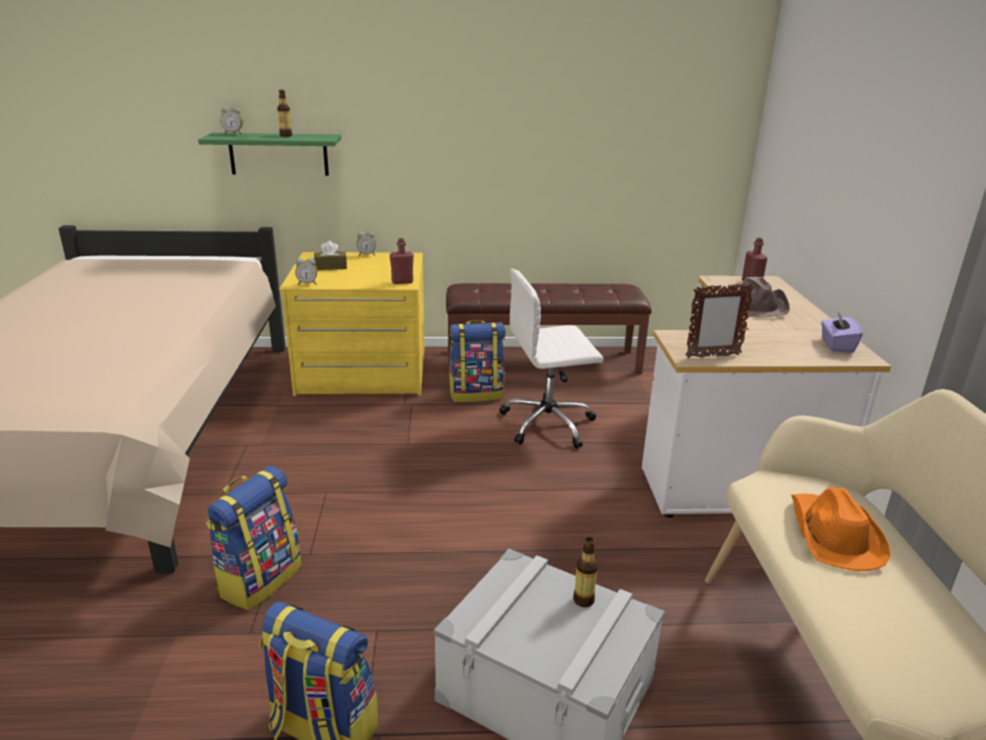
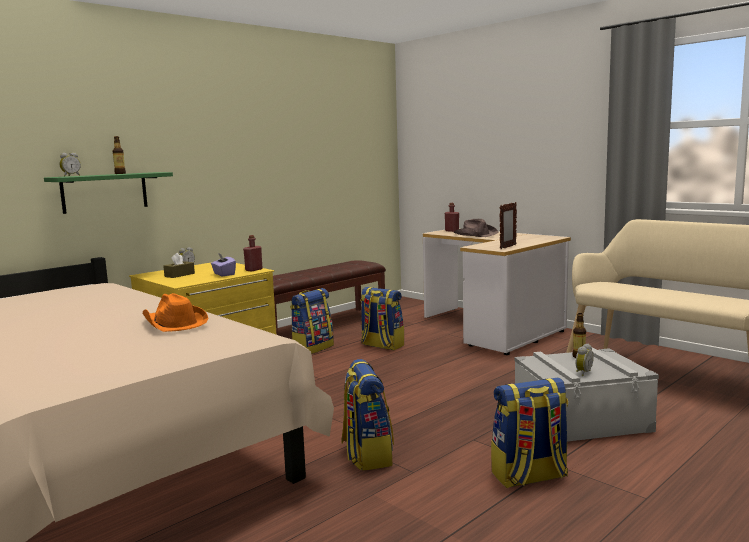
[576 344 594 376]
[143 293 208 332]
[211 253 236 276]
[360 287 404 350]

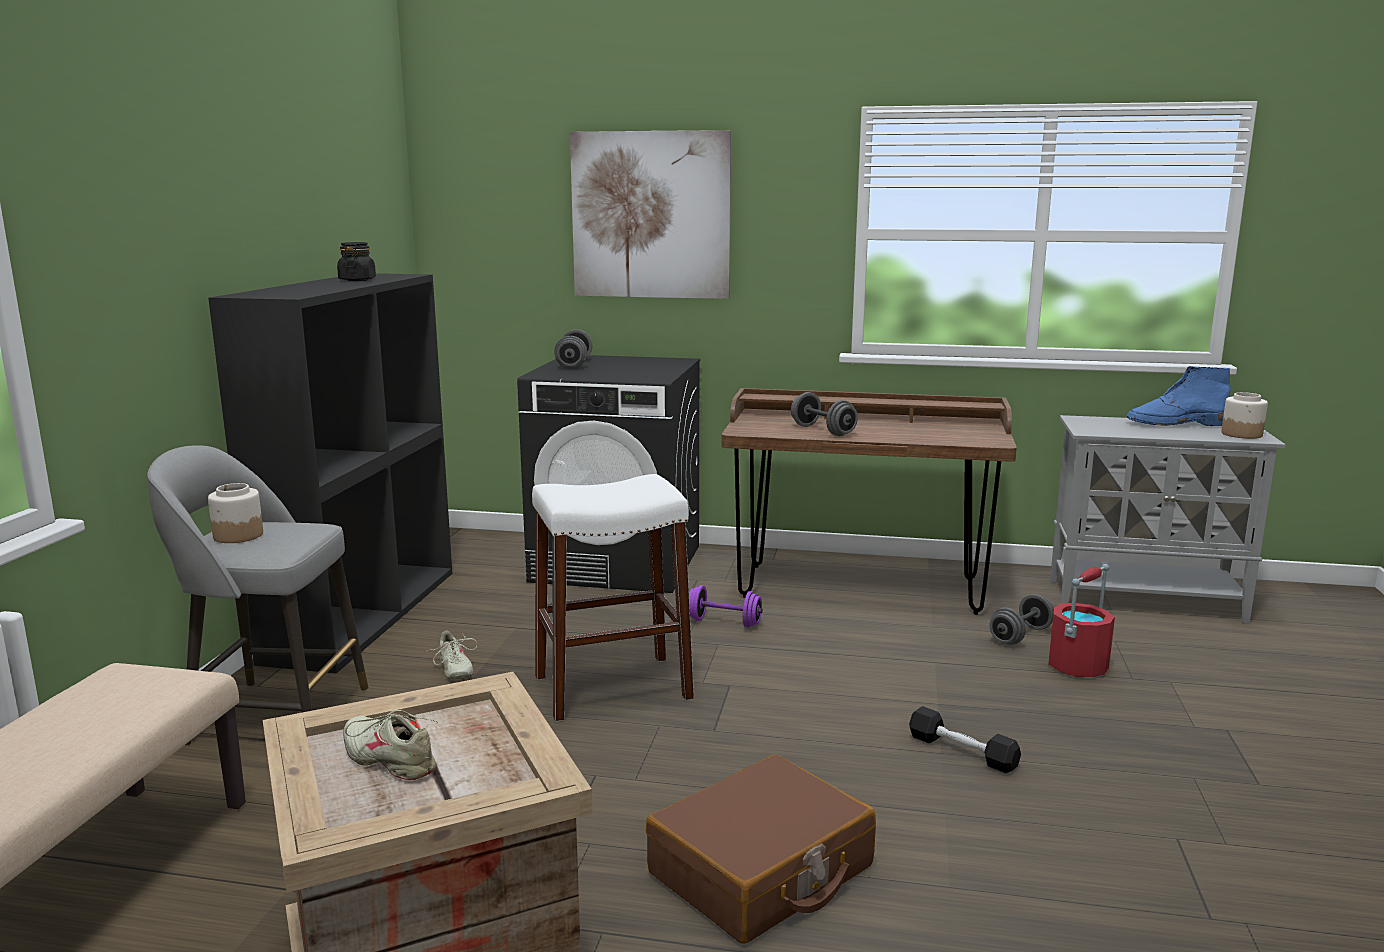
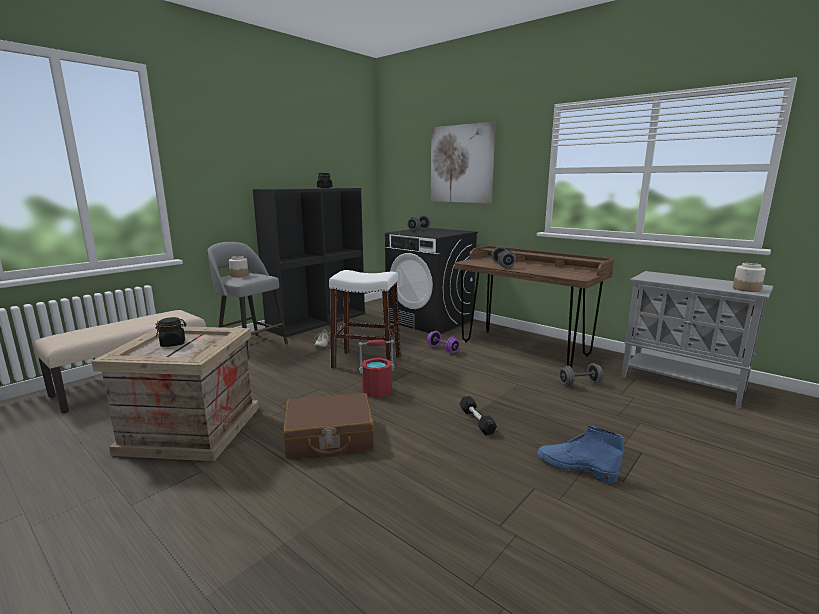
[358 340 395 397]
[537 426 624 483]
[155 317 187 347]

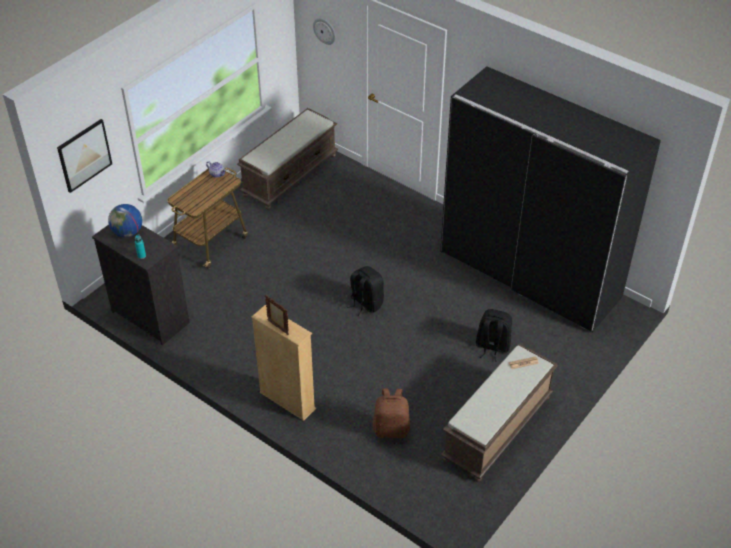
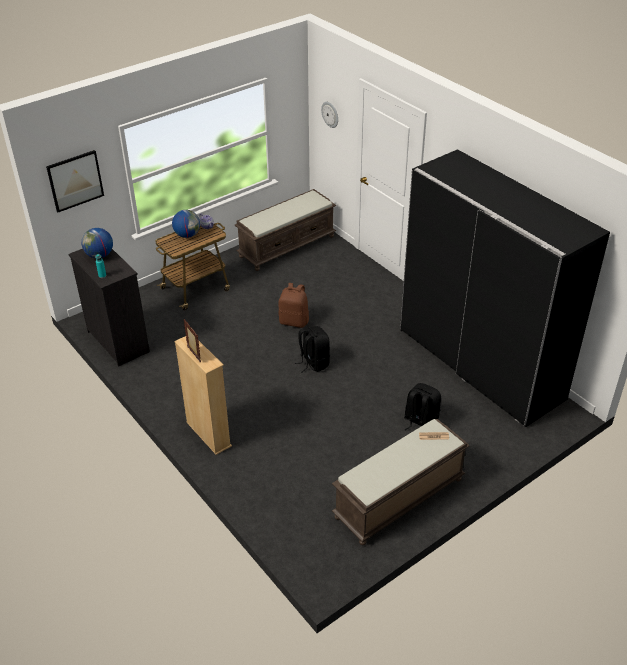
[172 210 200 238]
[278 283 309 328]

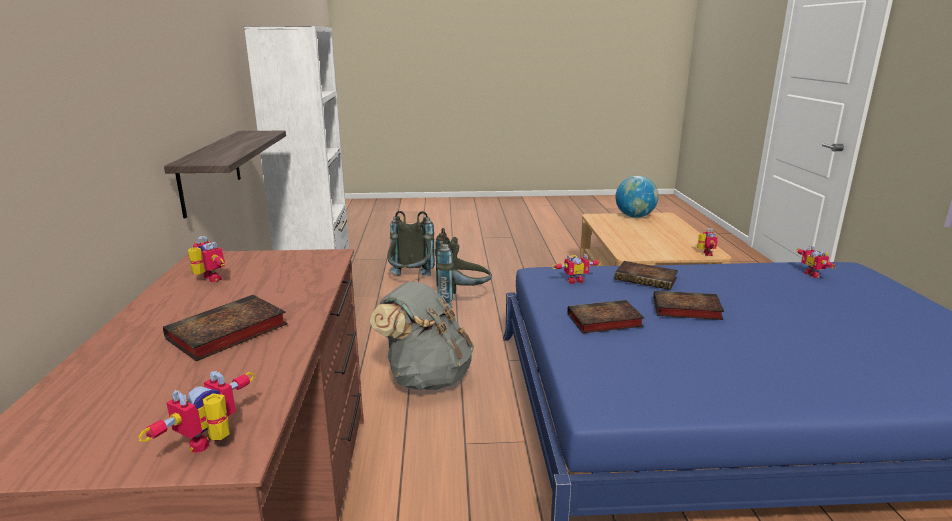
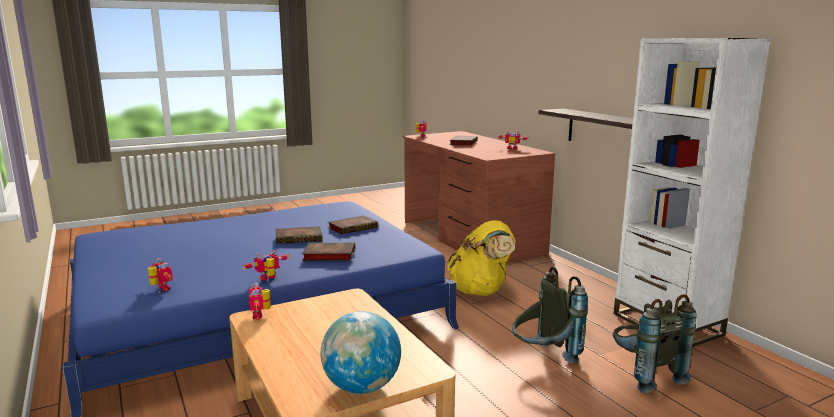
[242 250 290 281]
[448 220 516 296]

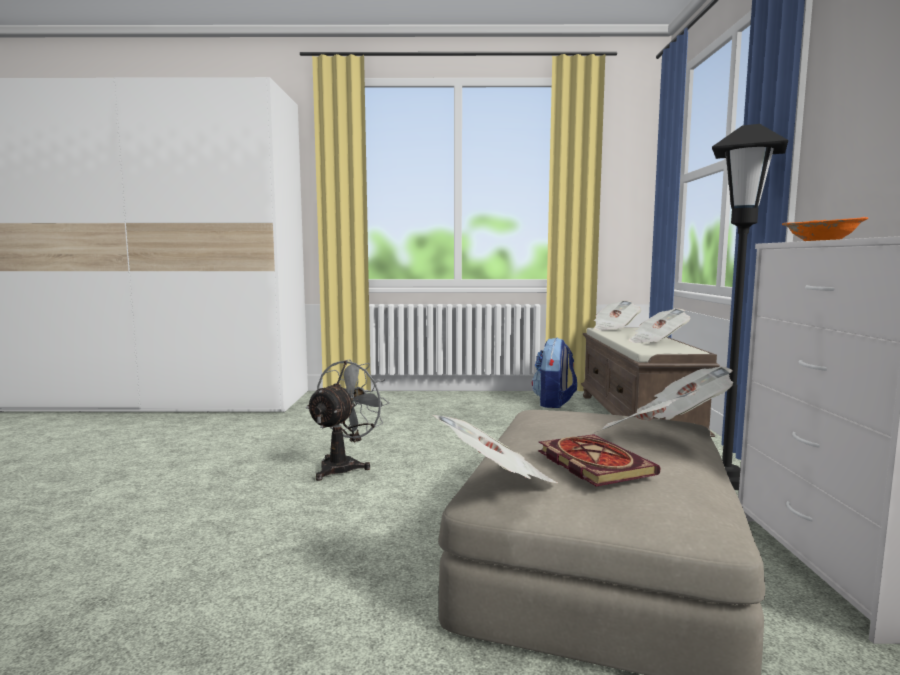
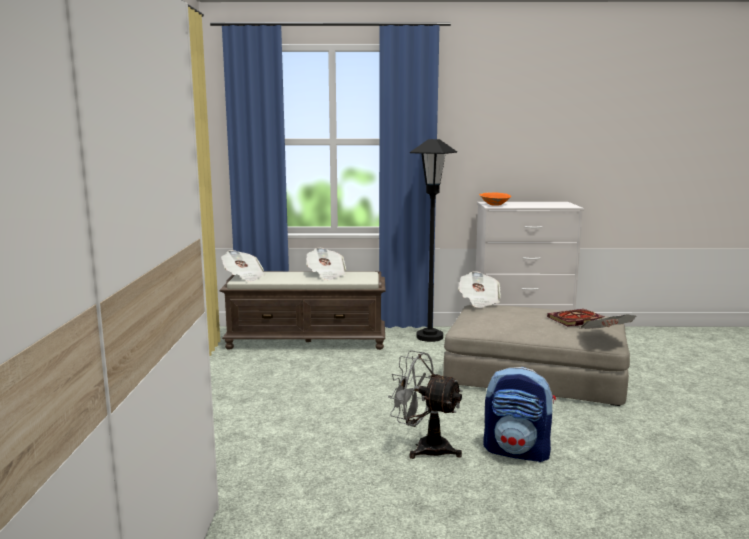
[594 390 699 433] (first image)
[483 367 556 462]

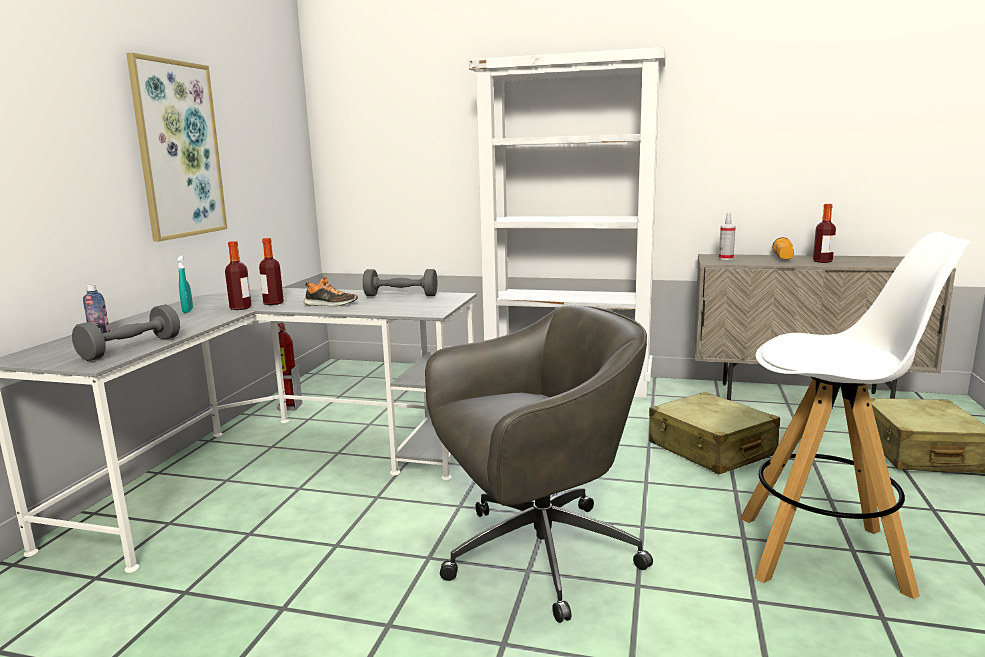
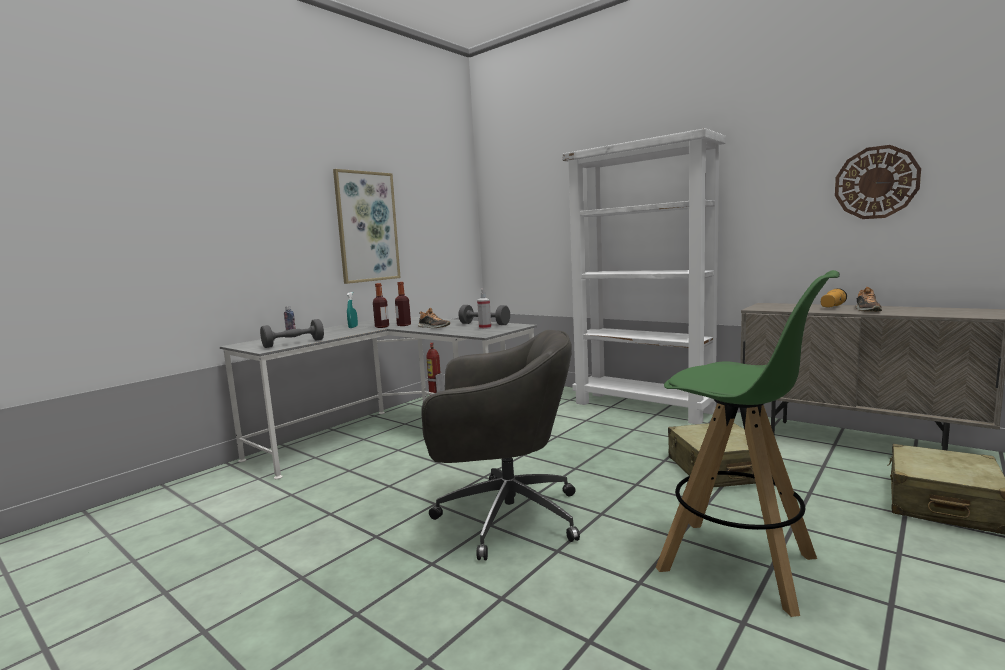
[835 145 921 219]
[477 289 491 329]
[855 287 882 312]
[656 270 840 617]

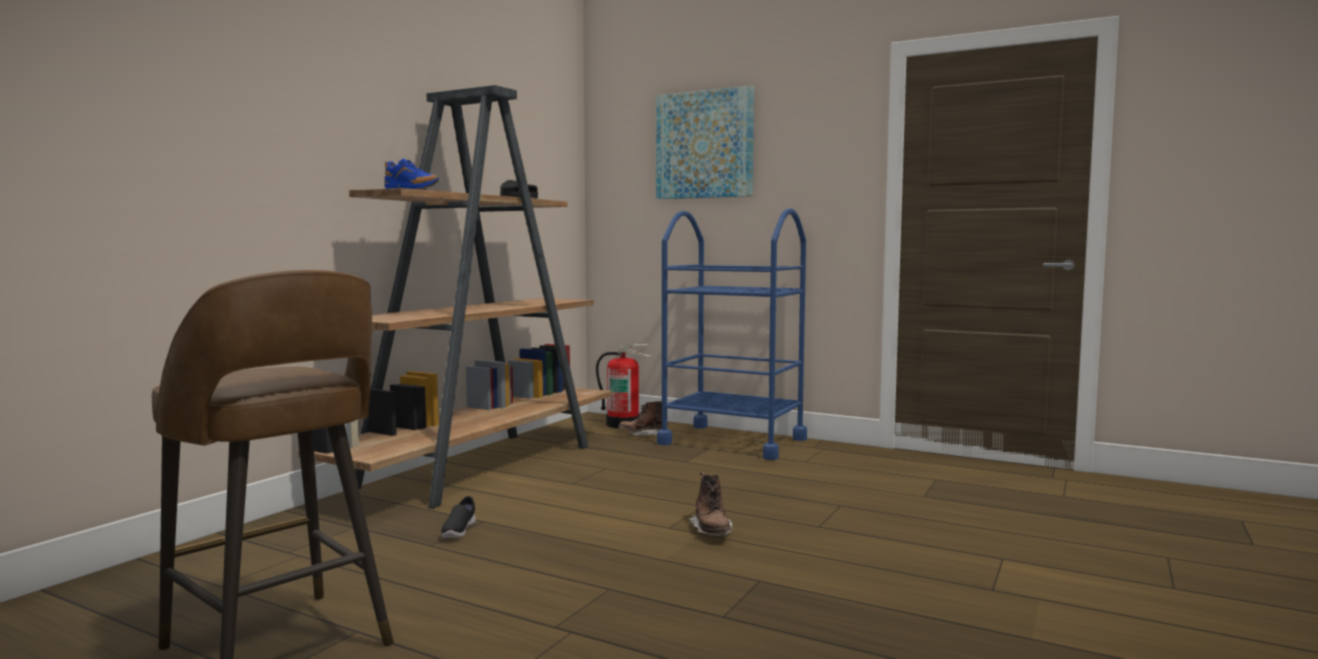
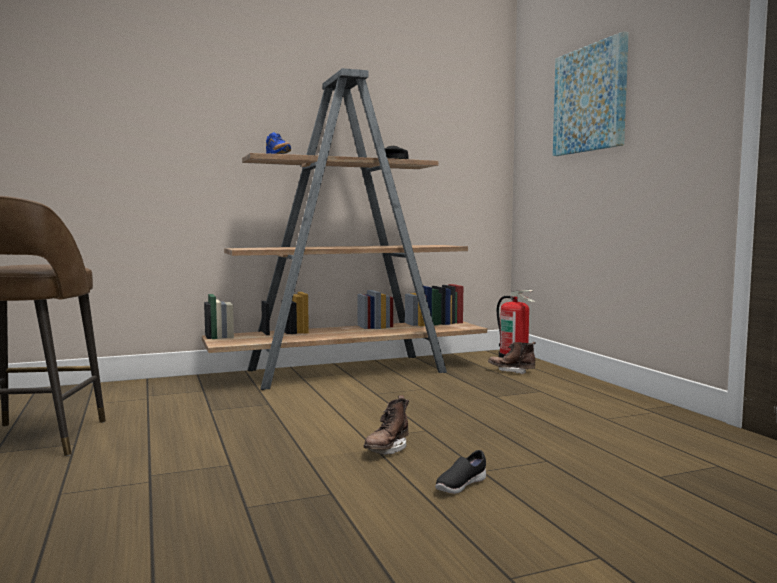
[657 208 807 460] (first image)
[435 450 486 494]

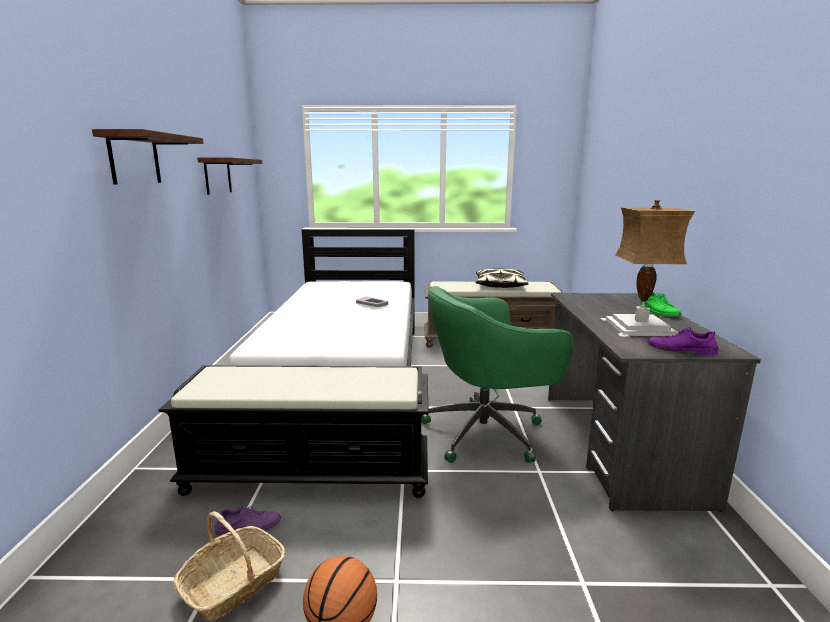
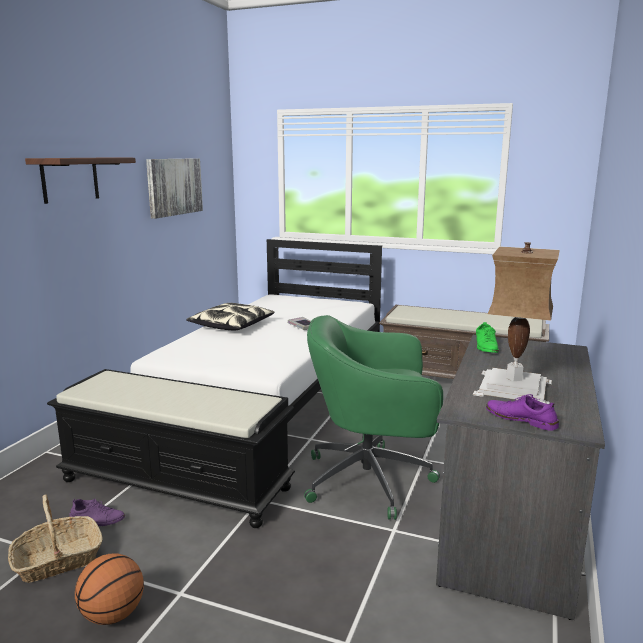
[186 303 275 330]
[476 322 499 353]
[146 158 203 219]

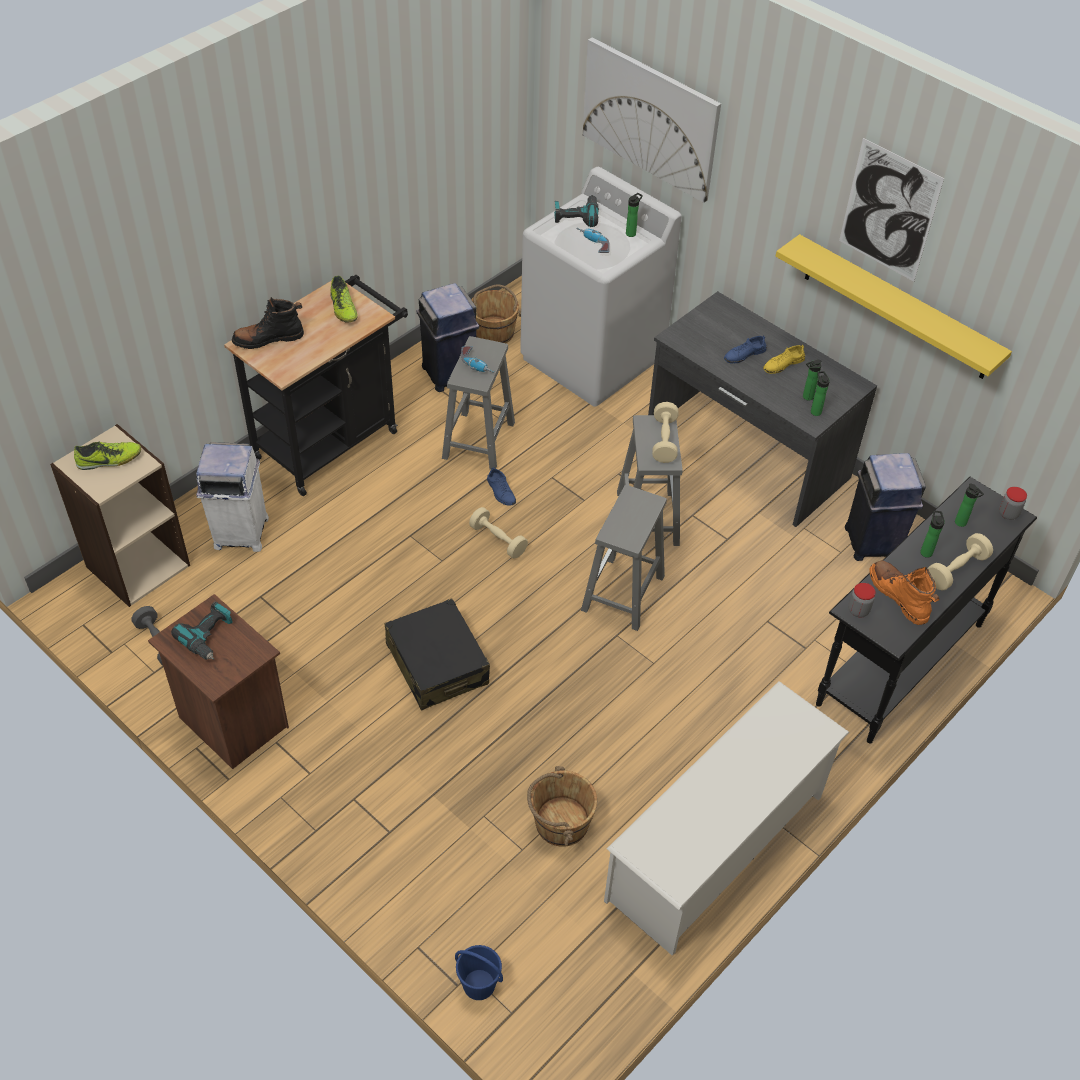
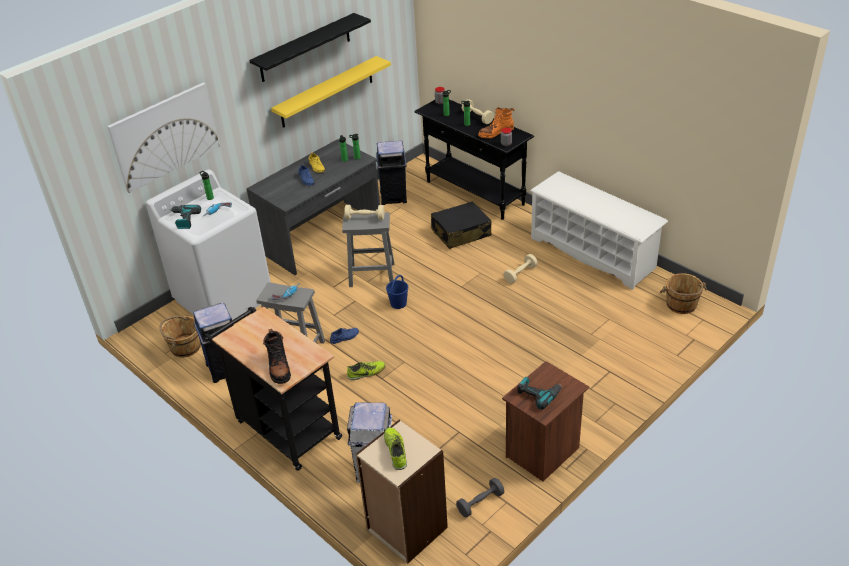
[581 485 667 631] (first image)
[347 361 385 380]
[431 201 491 249]
[386 275 408 309]
[503 254 538 284]
[660 273 707 314]
[250 13 371 82]

